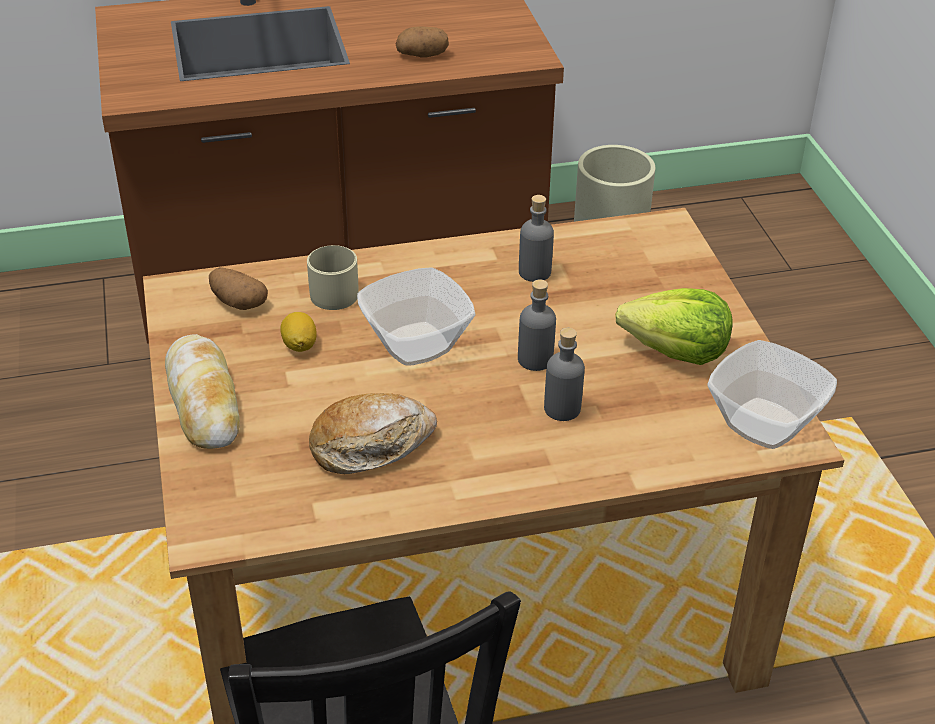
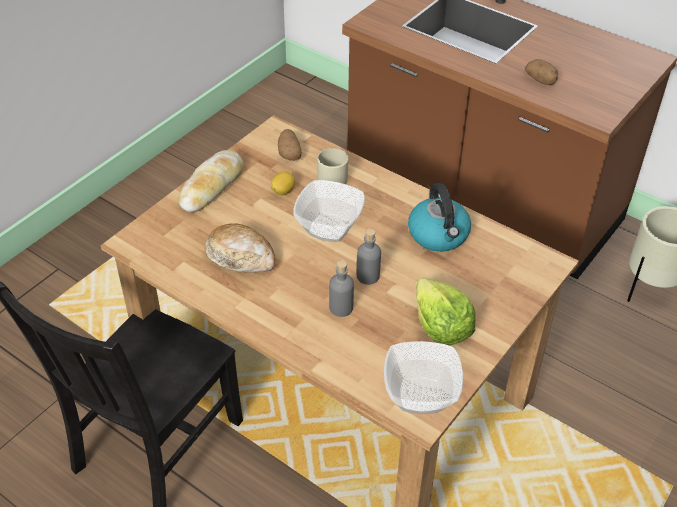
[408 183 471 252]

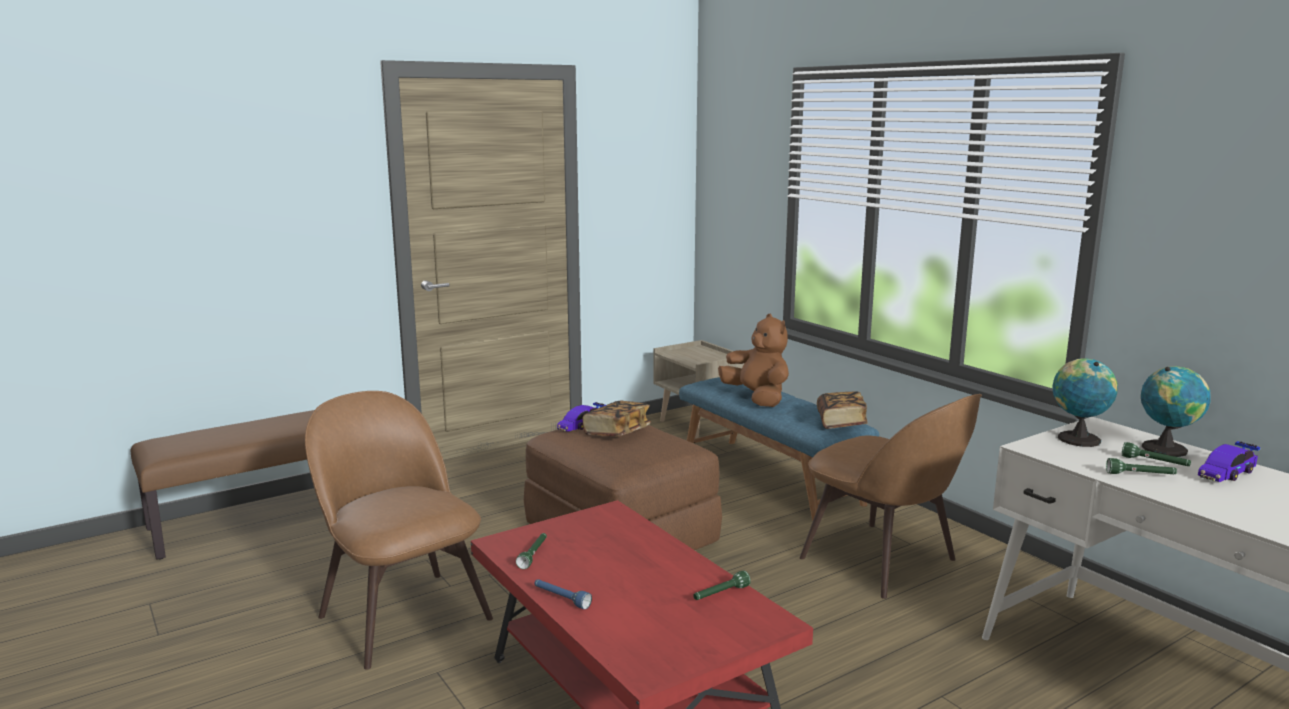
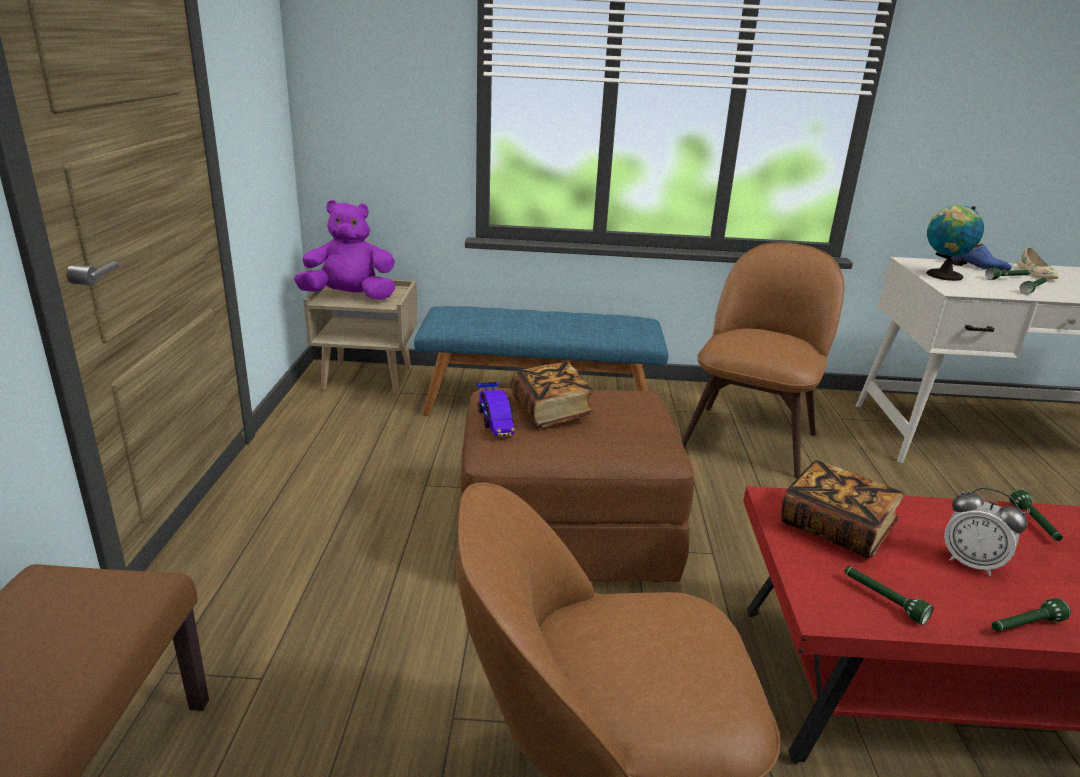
[718 314 789 407] (first image)
[294 200 395 300]
[944 487 1027 576]
[781 460 904 558]
[951 244 1011 271]
[1017 247 1059 279]
[992 598 1071 631]
[682 242 845 479]

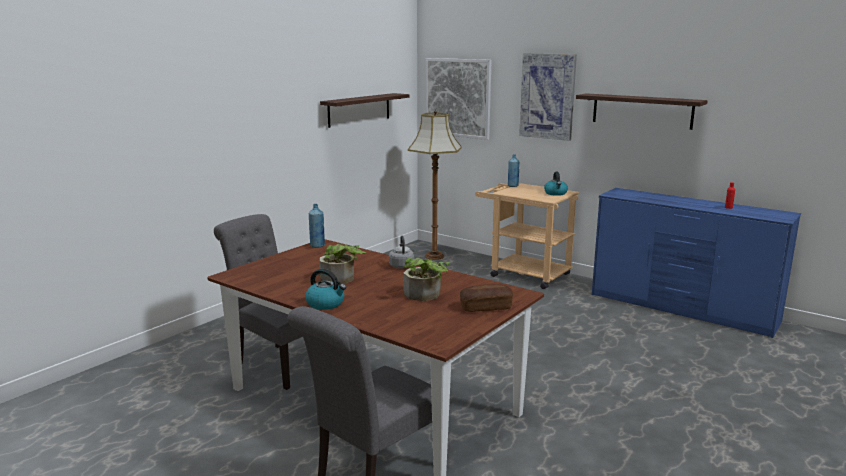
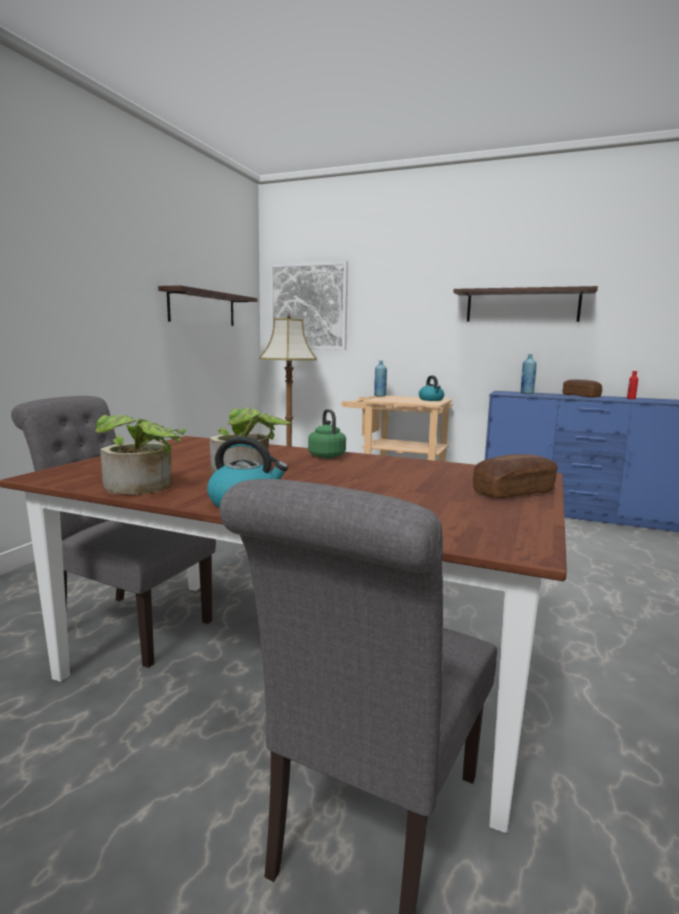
[519 53 577 141] (first image)
[563 380 602 397]
[520 354 537 394]
[95 415 186 495]
[308 409 346 458]

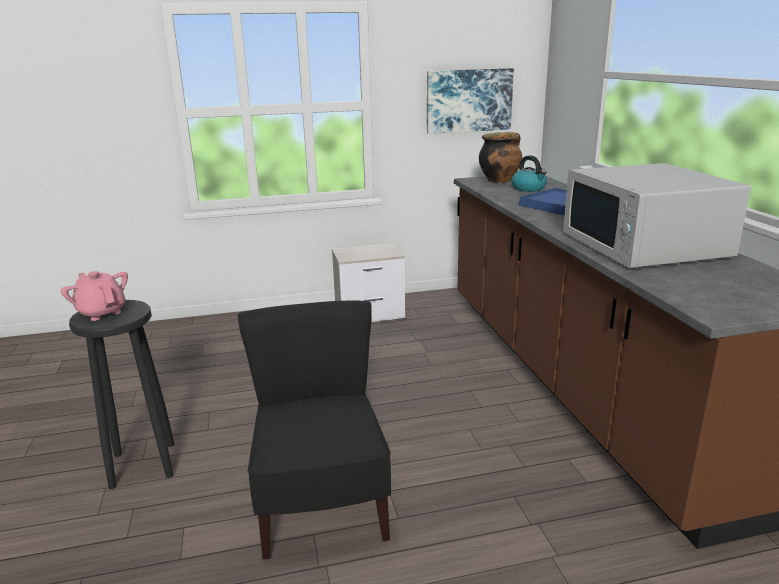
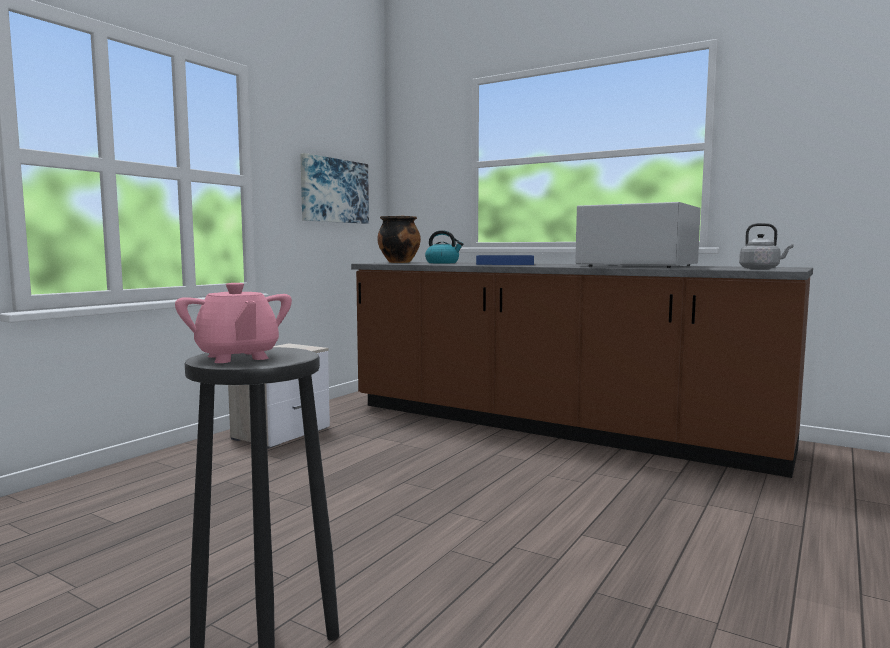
[238 301 391 559] (first image)
[739 223 794 269]
[175 283 292 363]
[575 202 701 268]

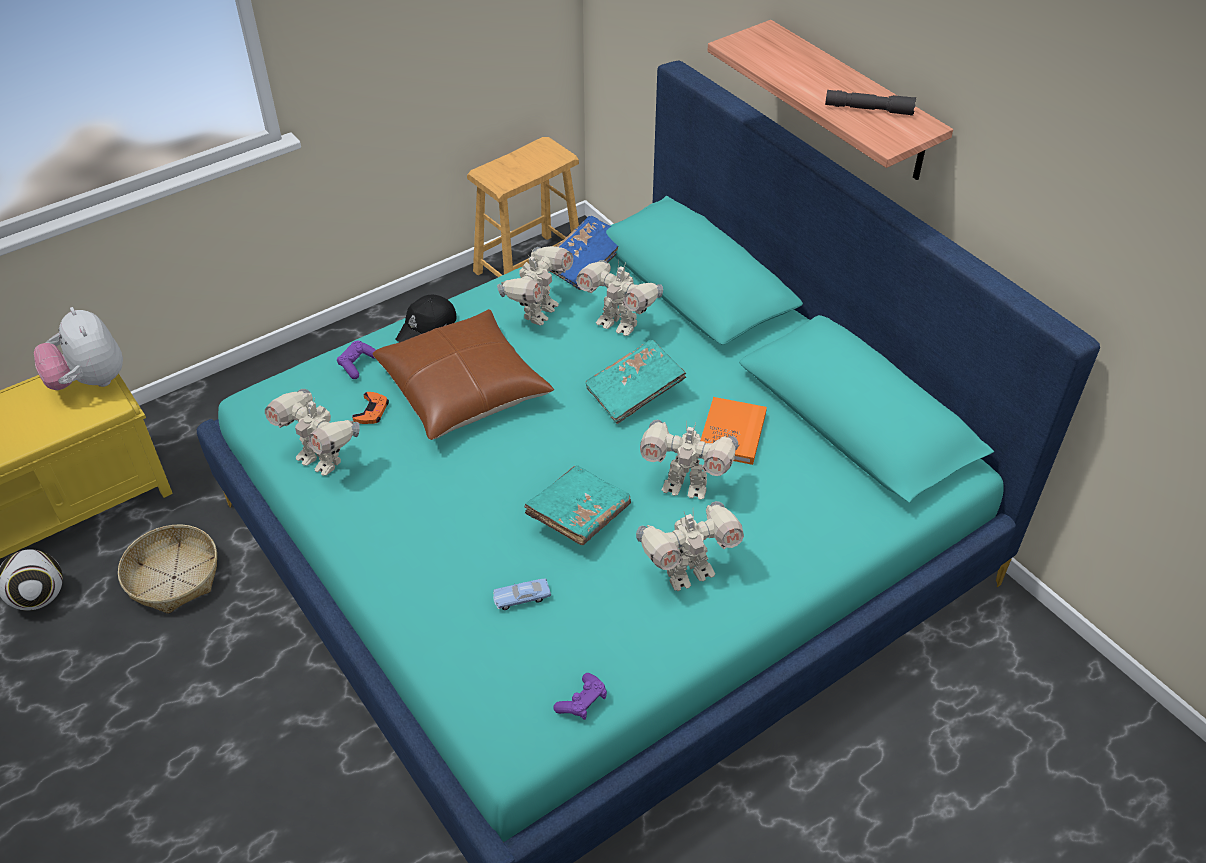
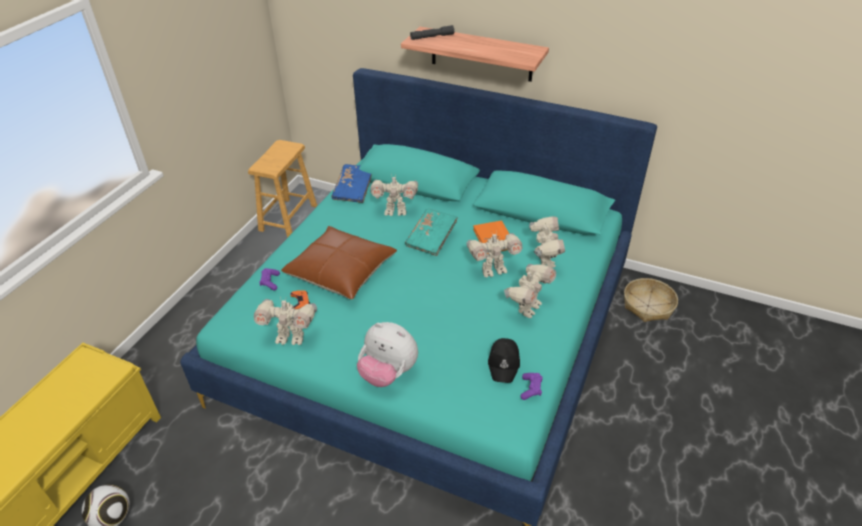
[493 578 551 610] (first image)
[524 465 631 545] (first image)
[357 322 418 387]
[624 278 678 322]
[488 338 520 383]
[529 216 565 268]
[410 25 455 40]

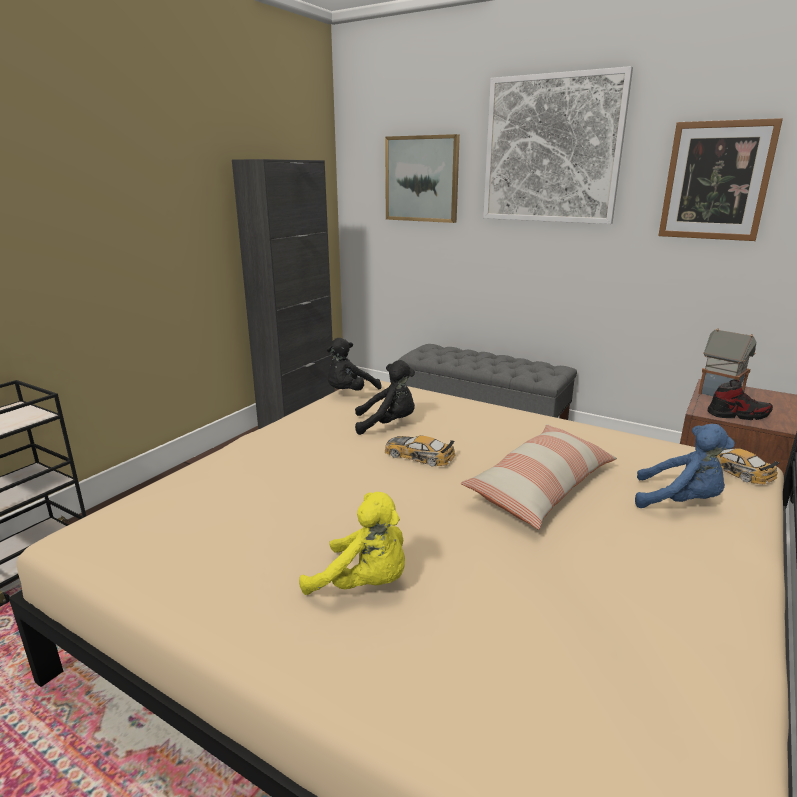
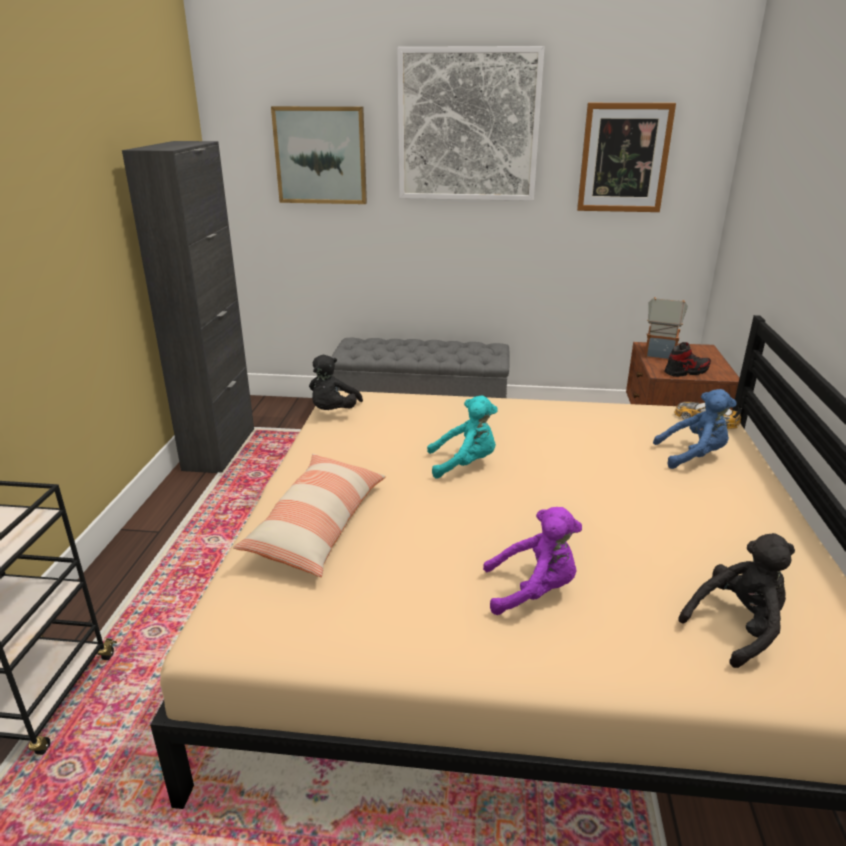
[678 533 795 668]
[233 454 386 577]
[427 396 497 479]
[483 507 582 615]

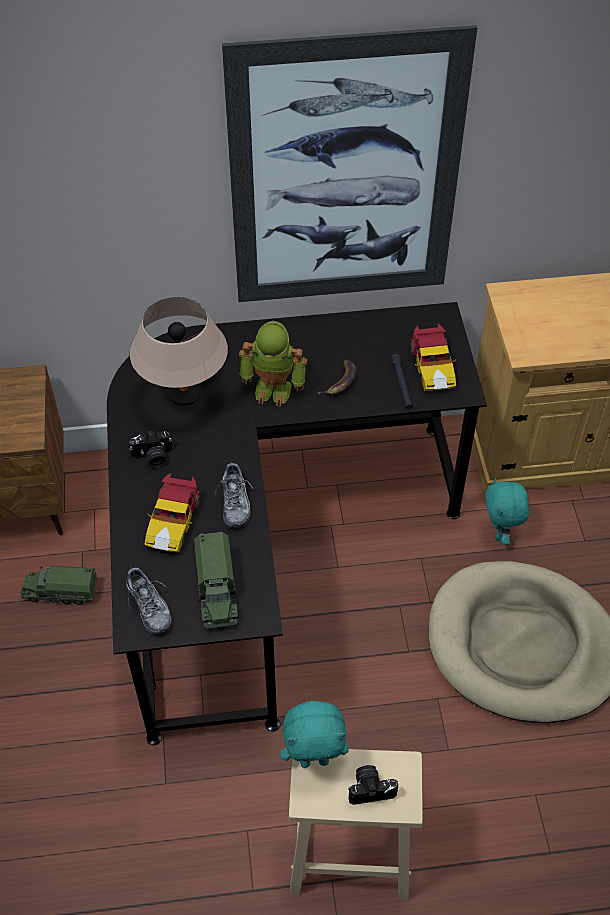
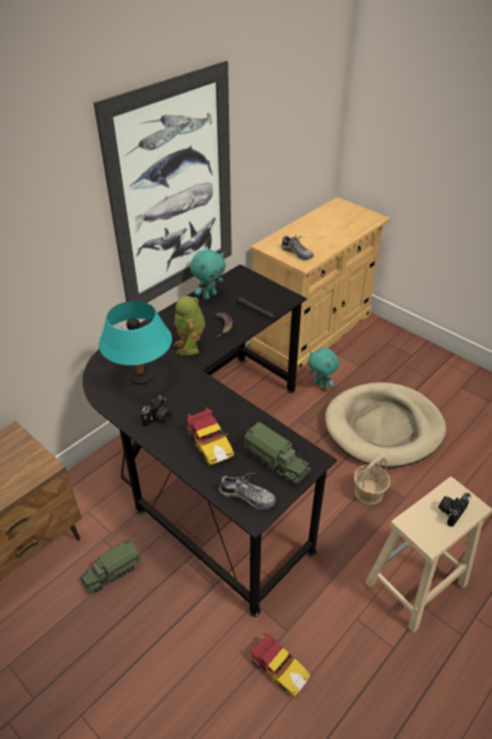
[354 457 390 505]
[281 234 314 260]
[190 249 226 300]
[251 633 310 697]
[99 301 172 385]
[174 296 205 355]

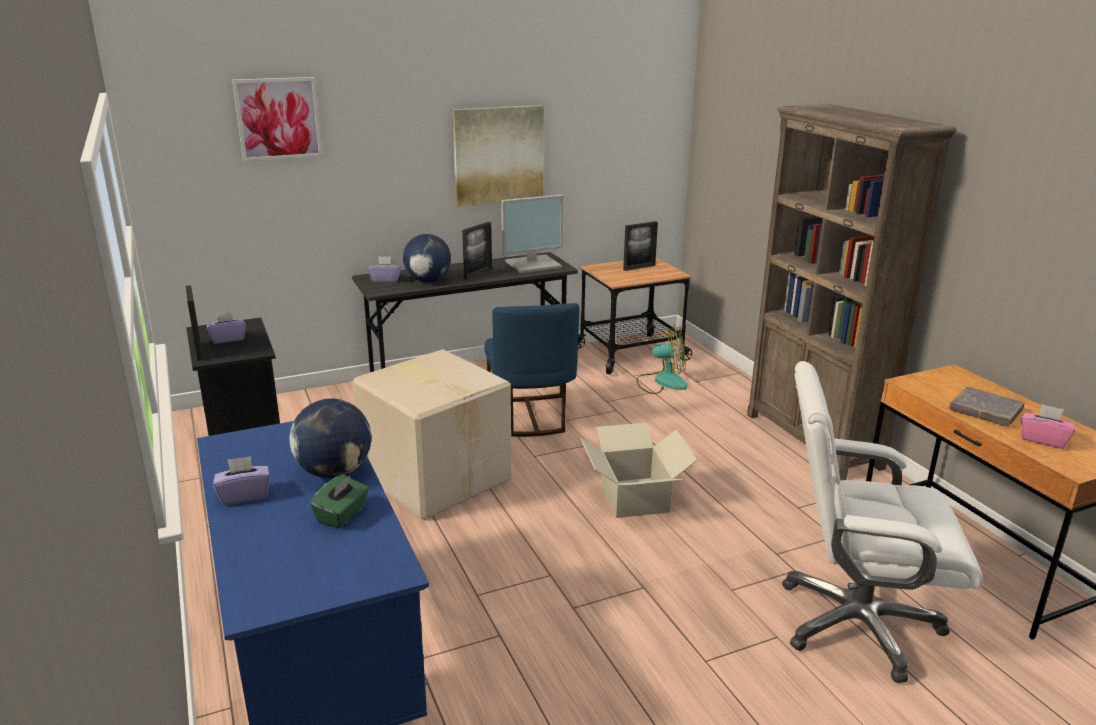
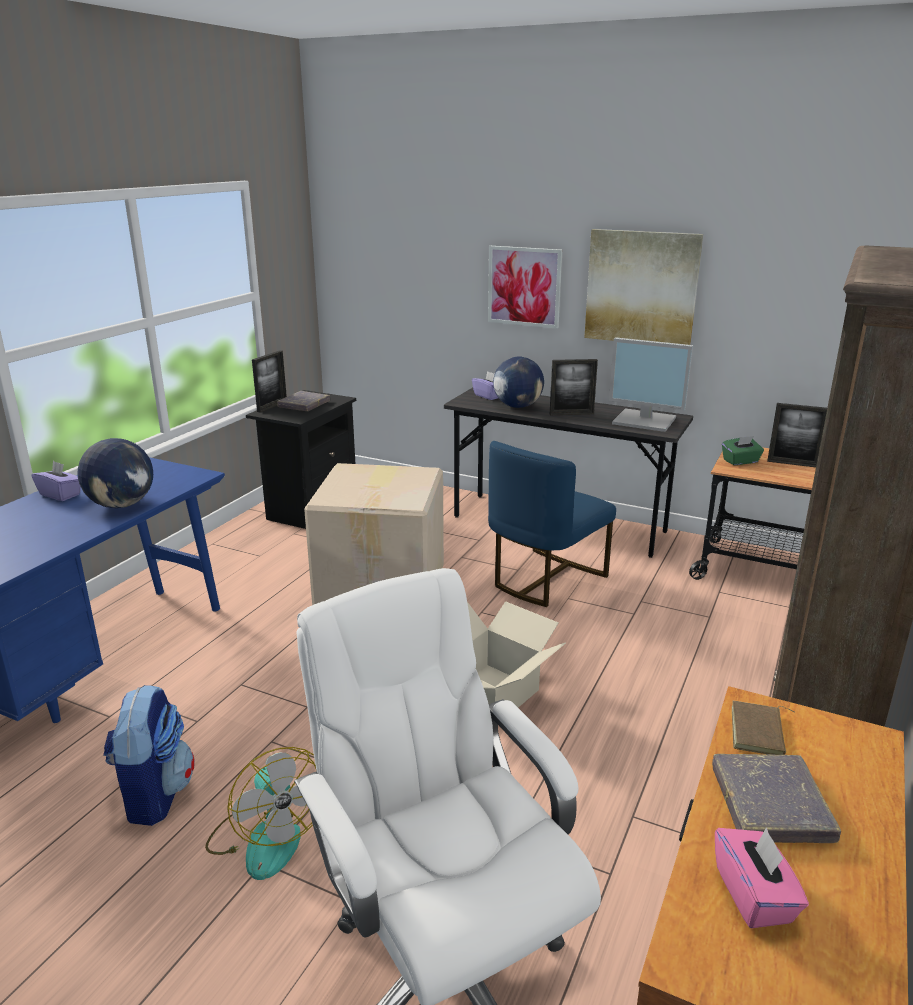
[103 685 195 826]
[732 701 794 755]
[488 246 562 329]
[722 436 764 465]
[205 747 316 880]
[277 391 330 411]

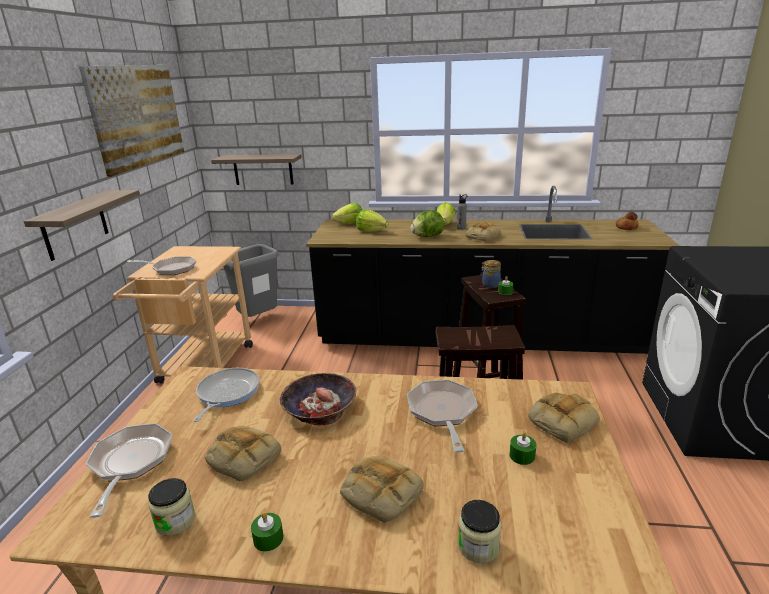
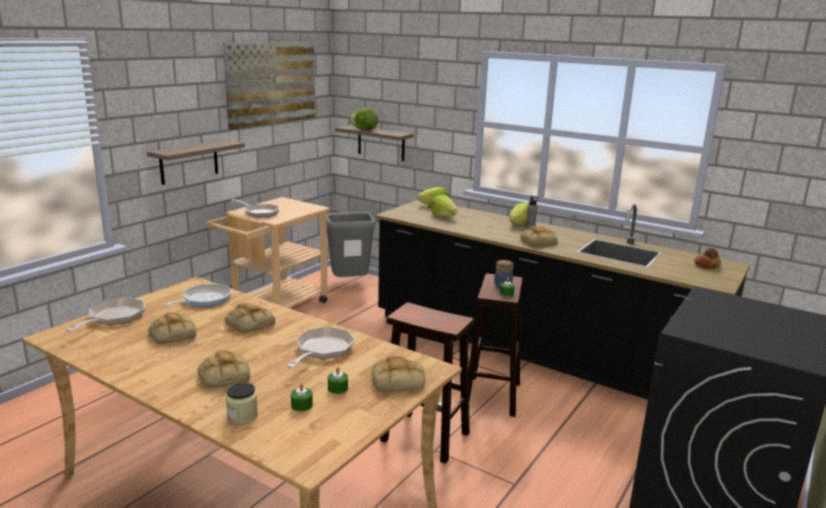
[148 478 195 536] (first image)
[291 383 313 412]
[350 107 378 130]
[225 303 275 333]

